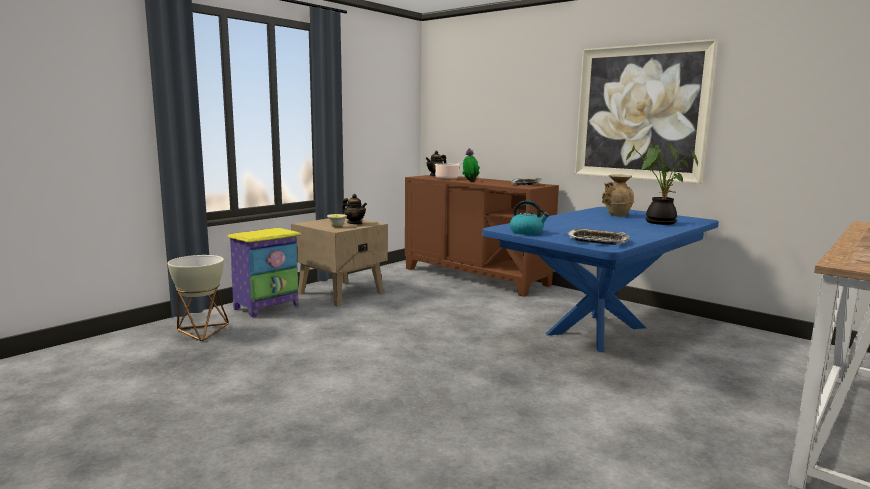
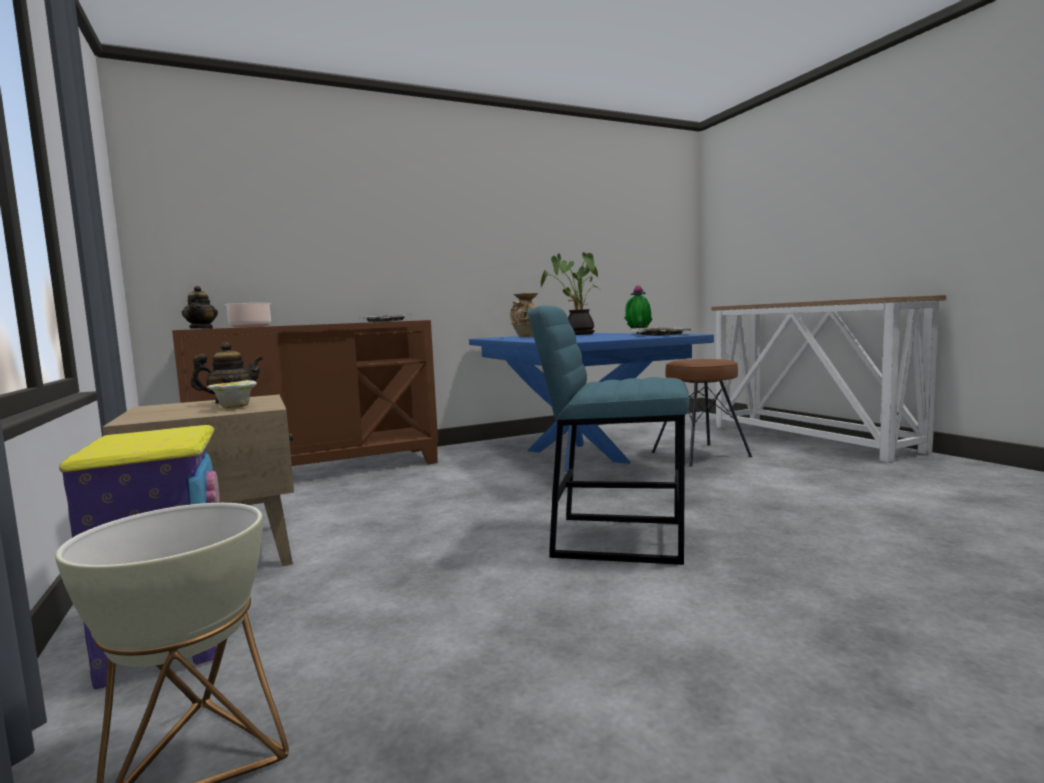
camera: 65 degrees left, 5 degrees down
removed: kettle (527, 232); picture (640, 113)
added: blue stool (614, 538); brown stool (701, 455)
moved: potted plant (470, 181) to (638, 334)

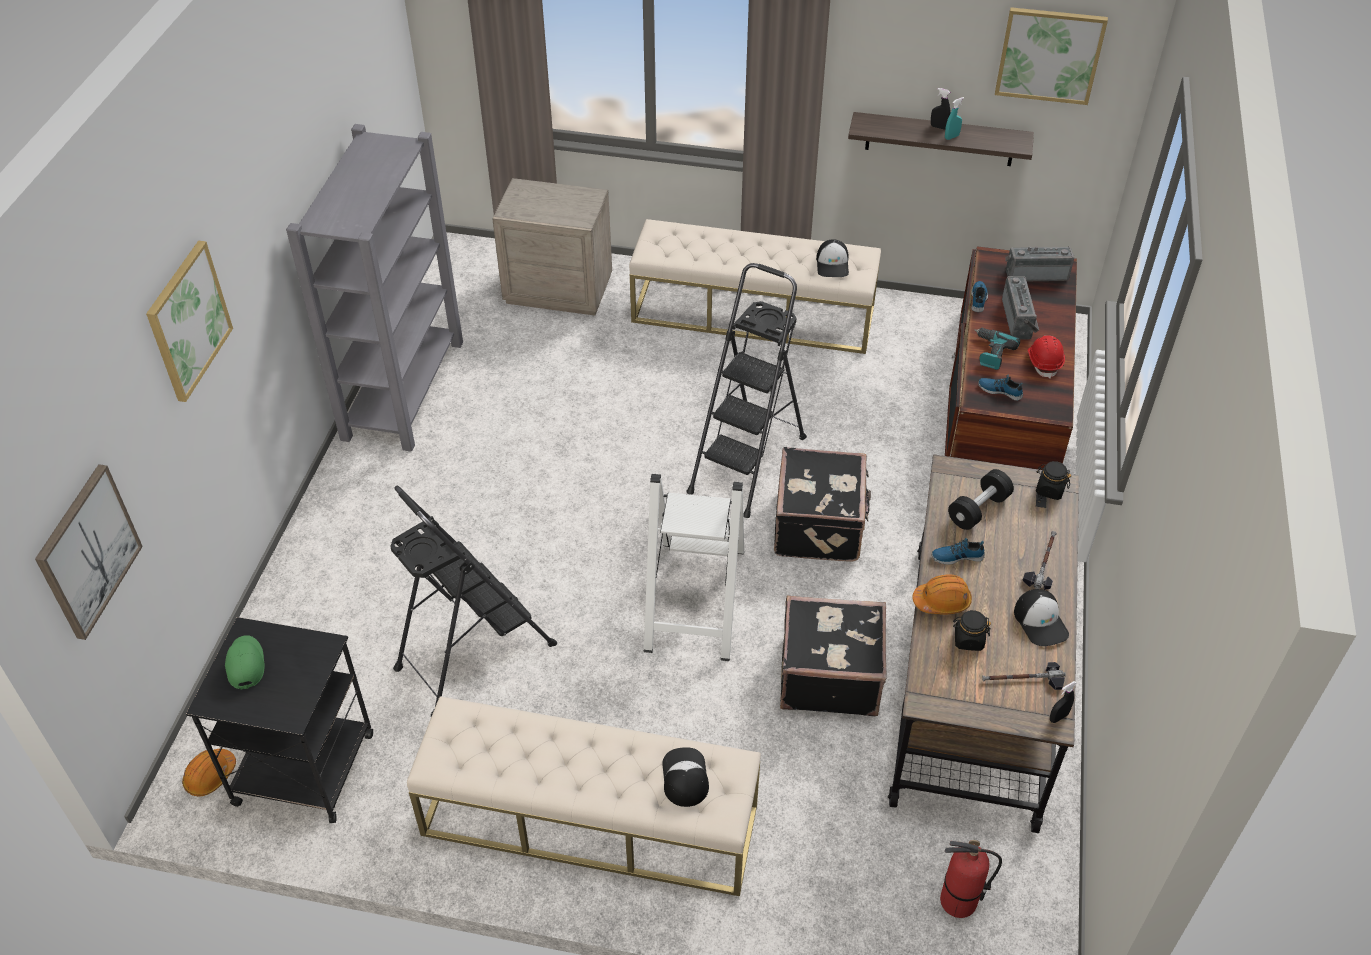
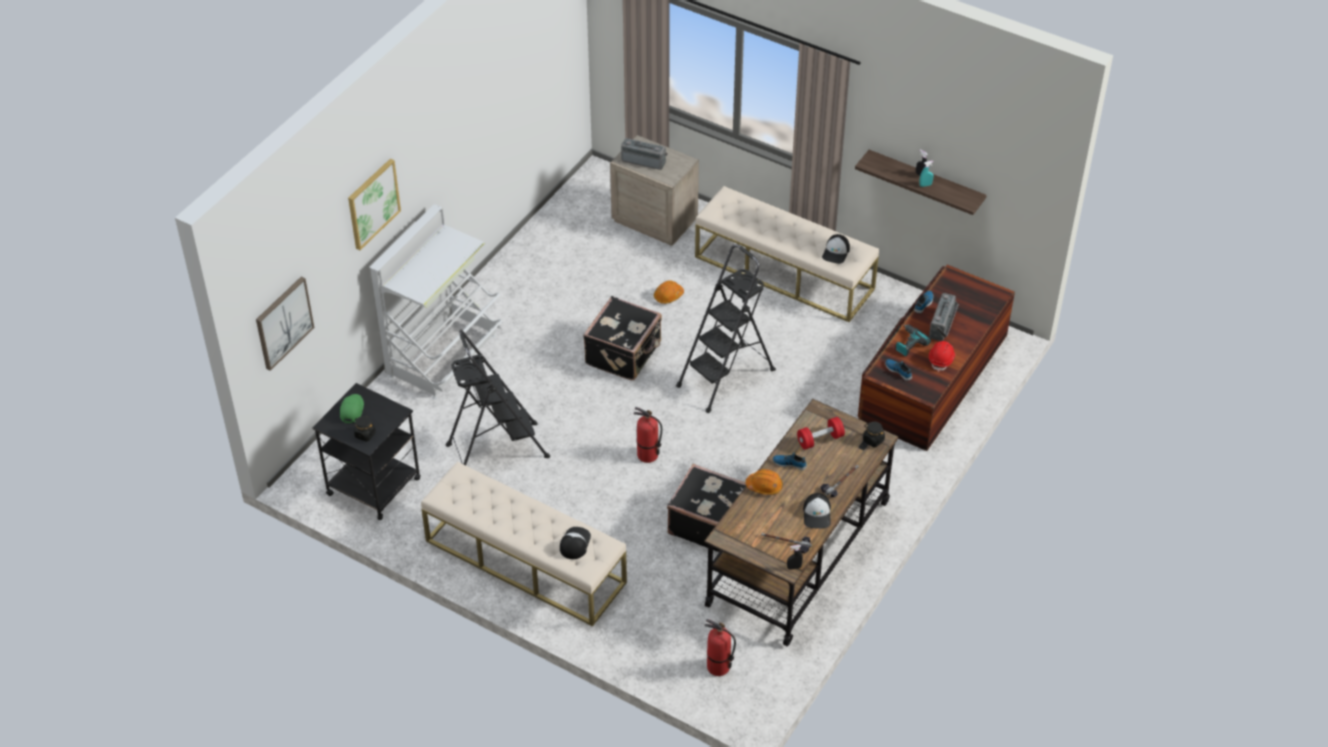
camera: 20 degrees right, 0 degrees up
removed: grey bookcase (403, 389); picture (1049, 55)
added: white shoe rack (446, 357)
moved: orange hard hat (210, 776) to (668, 296); black suitcase (820, 526) to (624, 354); black jar (968, 640) to (365, 434); radio (1036, 273) to (644, 160)
replaced: white step ladder (694, 601) to fire extinguisher (647, 455)
recoloured: black dumbbell (978, 509) to red dumbbell (820, 440)

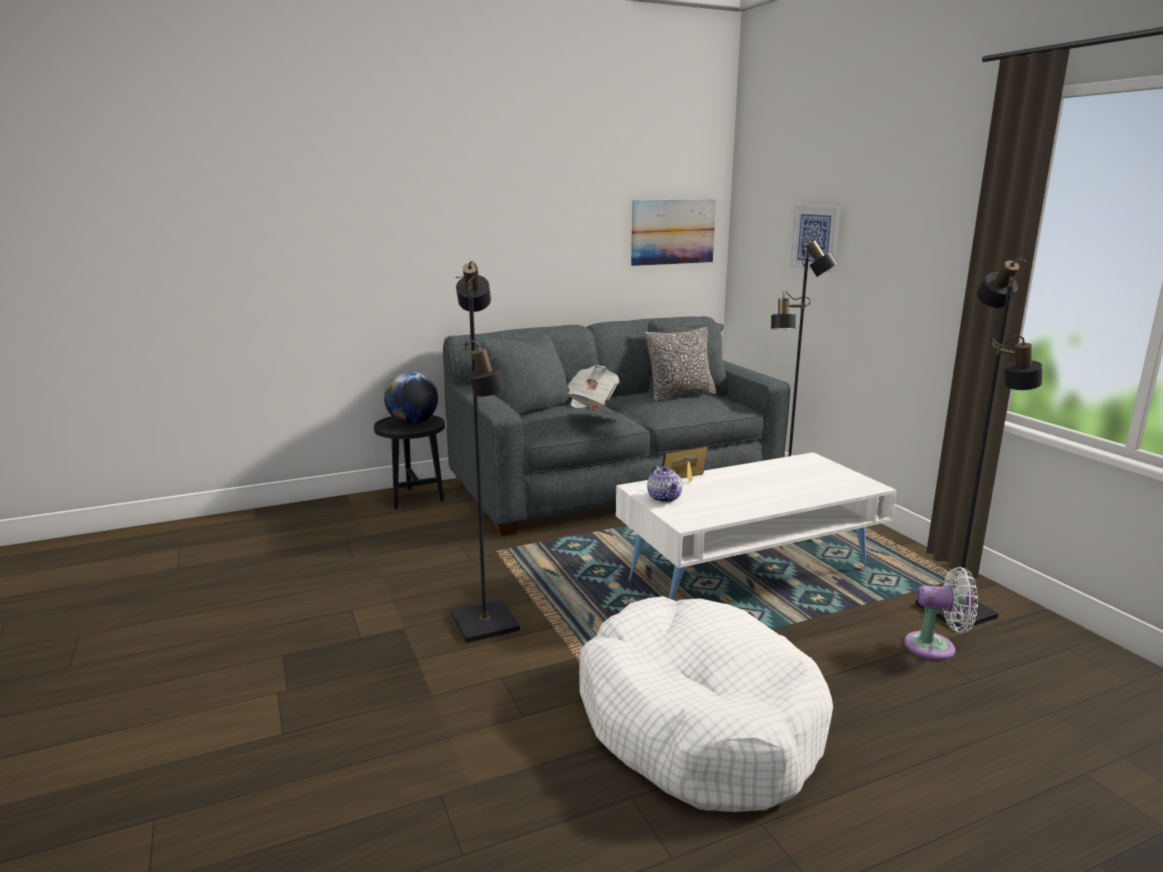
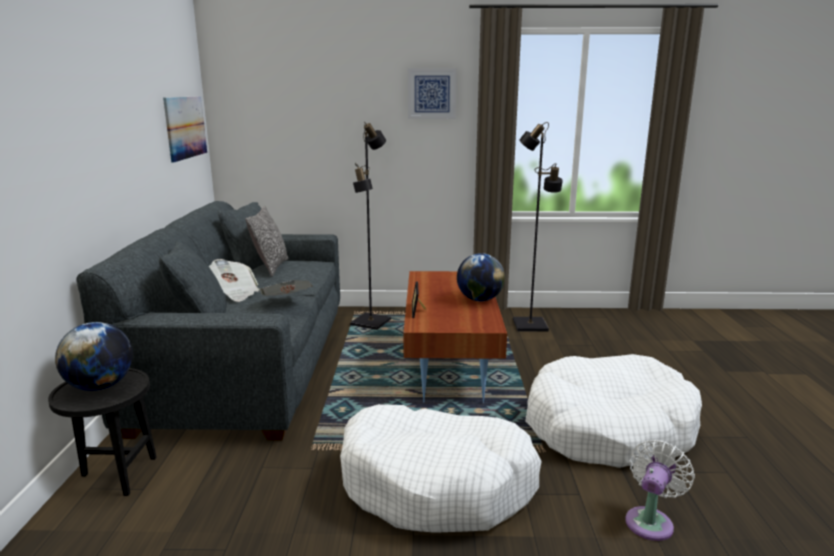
camera: 65 degrees left, 0 degrees up
removed: teapot (664, 498)
added: globe (479, 300)
moved: picture (816, 237) to (431, 93); white fan (935, 647) to (650, 521)
replaced: black floor lamp (484, 623) to white dog bed (437, 484)
recoloured: white coffee table (748, 575) to brown coffee table (449, 361)

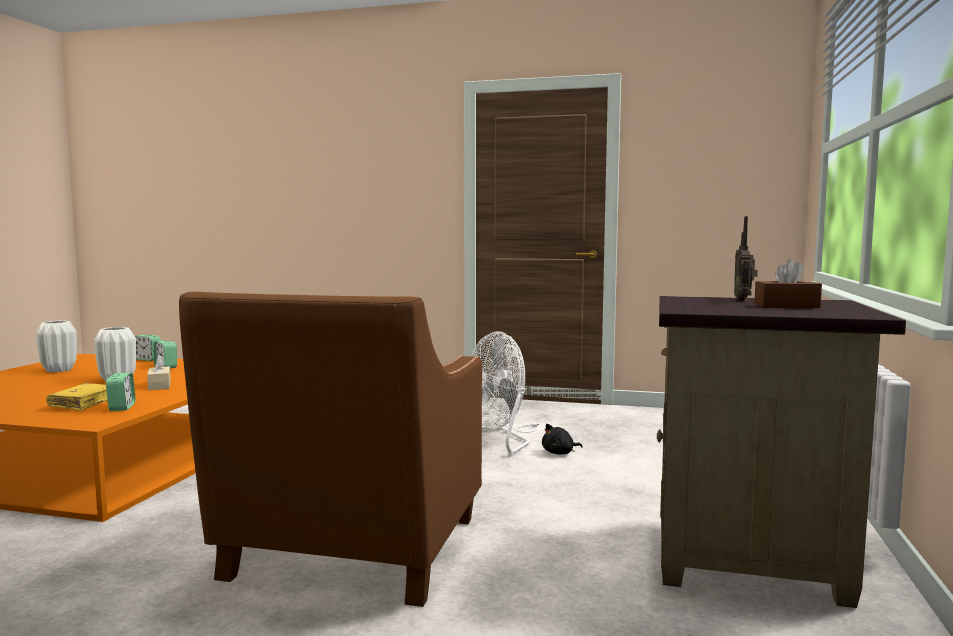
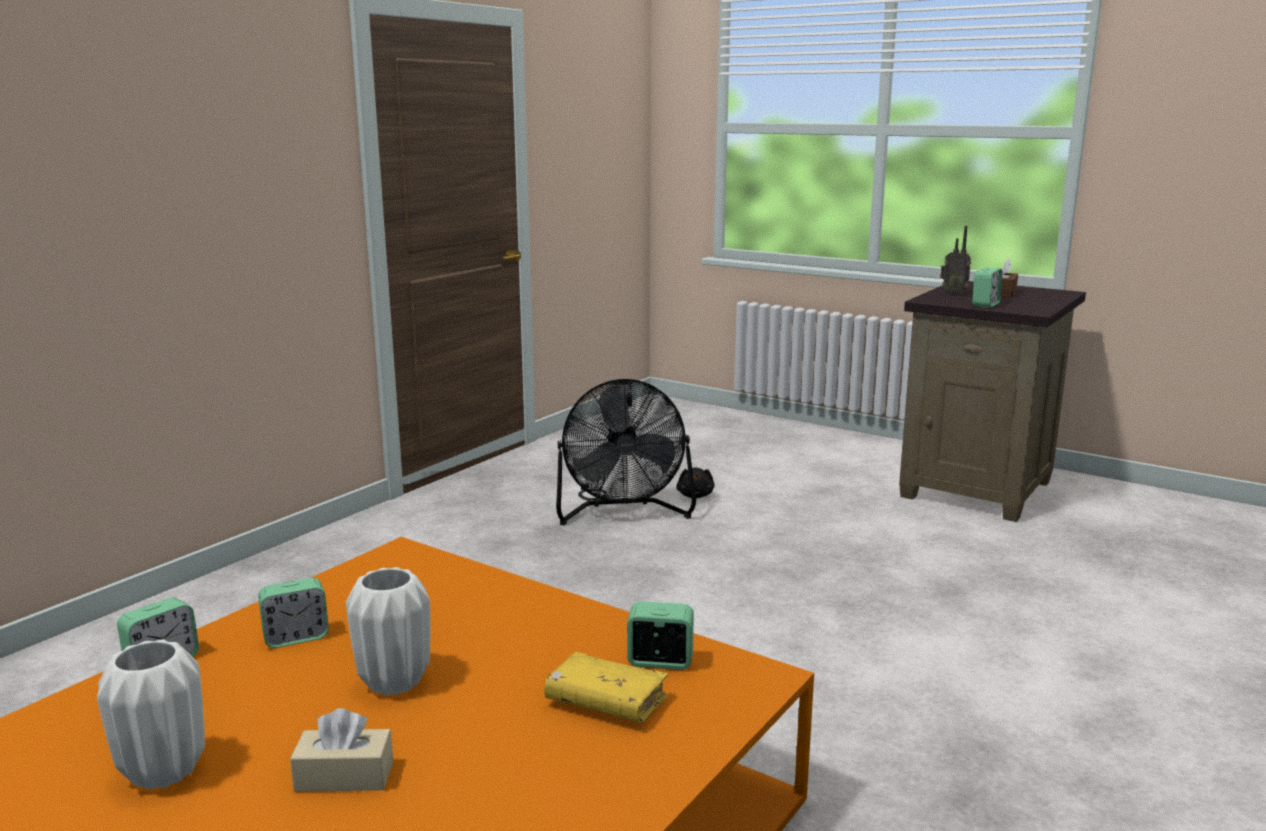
camera: 70 degrees left, 10 degrees up
removed: brown armchair (354, 549)
added: alarm clock (985, 305)
moved: beige tissue box (159, 385) to (344, 776)
recoloured: white fan (501, 438) to black fan (618, 511)

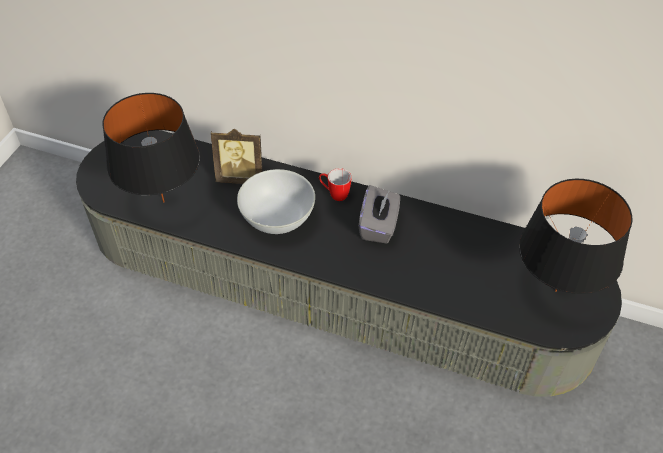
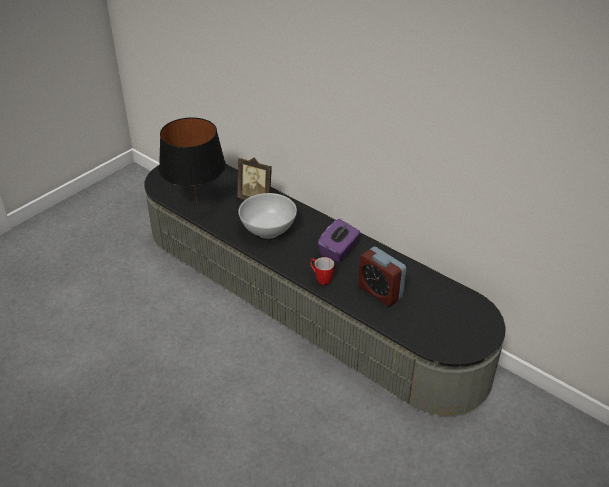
camera: 20 degrees right, 10 degrees down
removed: black table lamp (555, 291)
added: alarm clock (380, 292)
moved: mug (334, 194) to (320, 279)
recoloured: grey tissue box (378, 226) to purple tissue box (338, 251)

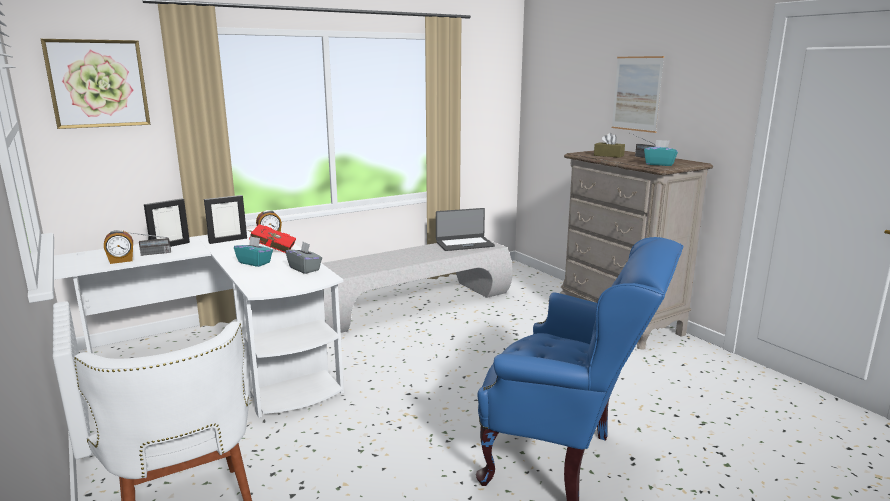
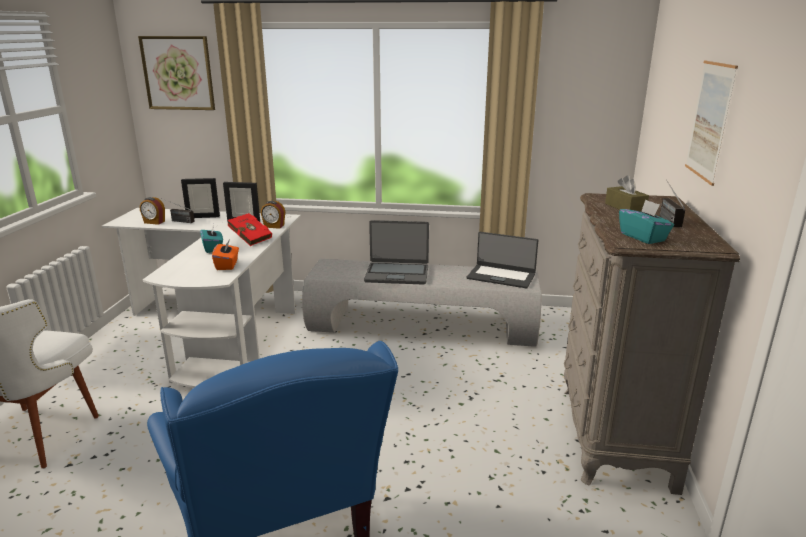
camera: 40 degrees right, 5 degrees up
added: laptop (397, 274)
recoloured: grey tissue box (305, 269) to orange tissue box (227, 265)

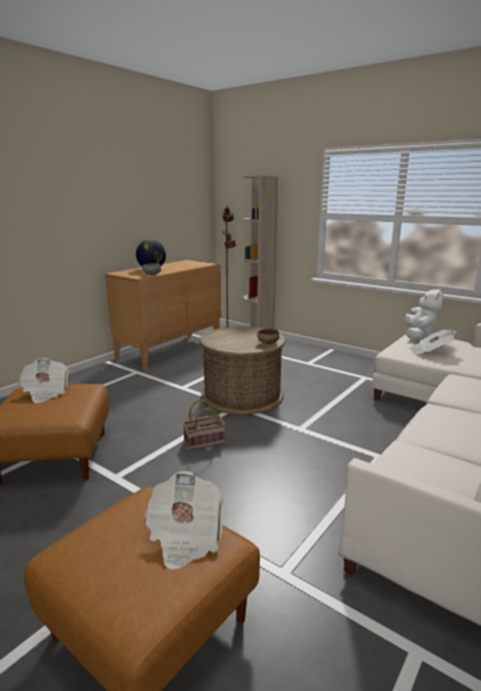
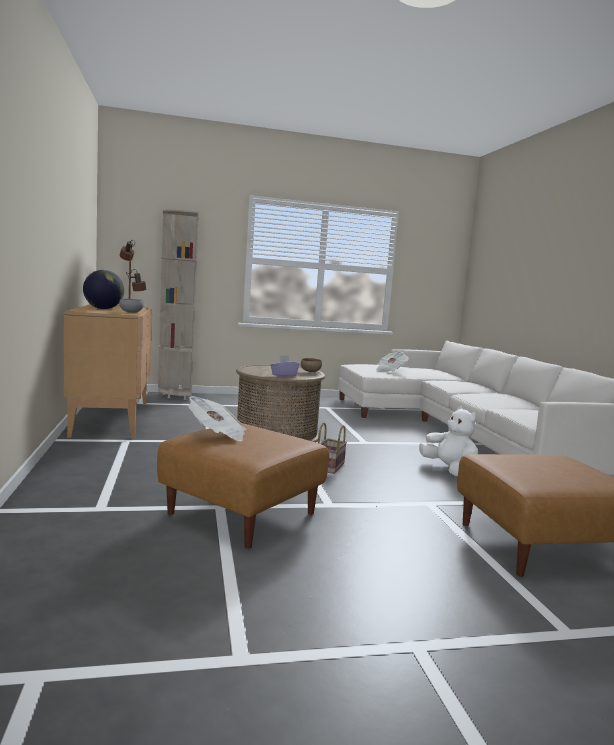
camera: 50 degrees left, 10 degrees down
removed: newspaper (185, 536)
added: purple tissue box (284, 375)
moved: white plush toy (419, 336) to (449, 470)

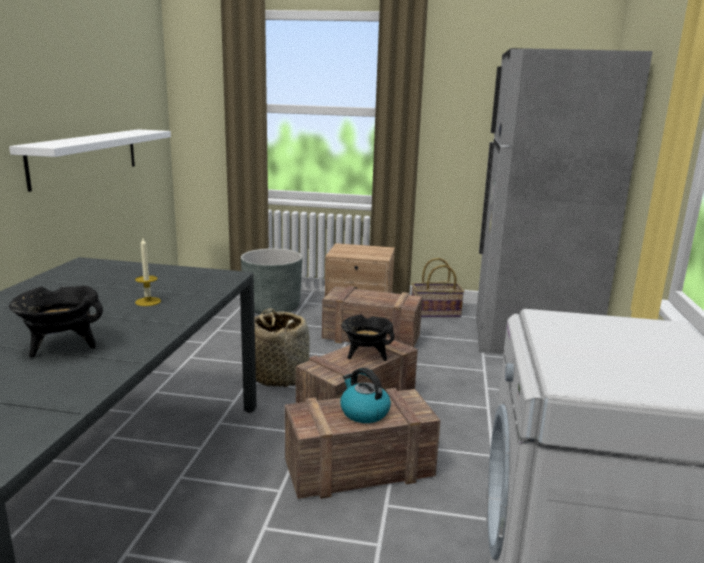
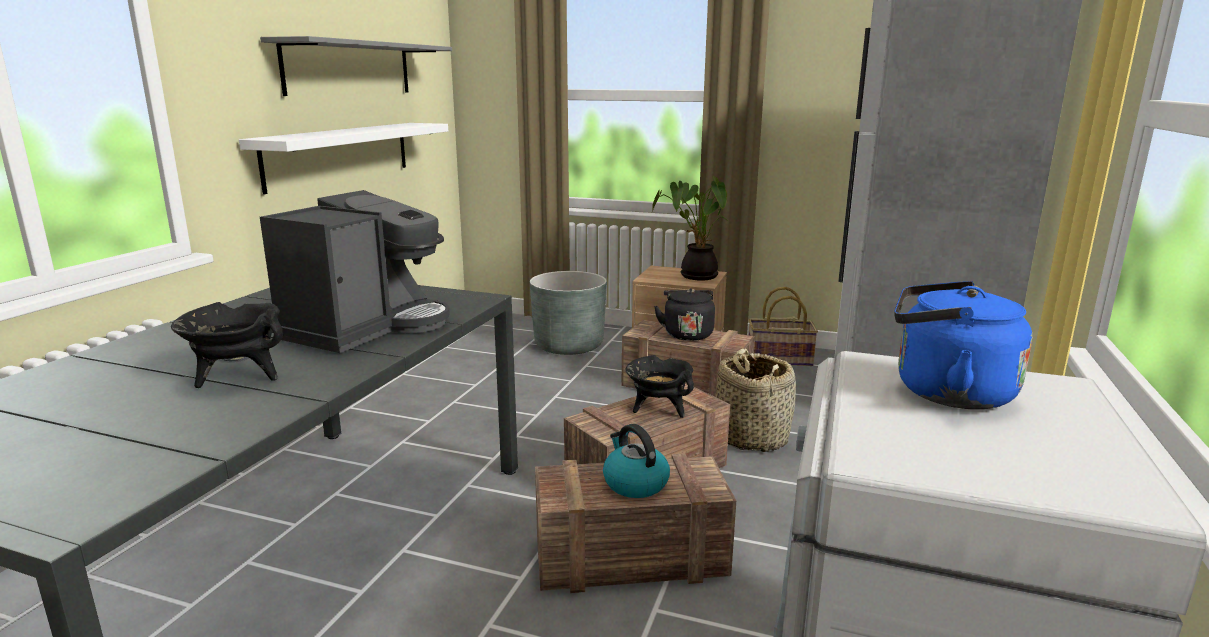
camera: 10 degrees right, 0 degrees up
added: grey shelf (349, 68); potted plant (695, 276); black kettle (687, 334); blue kettle (945, 392)
moved: basket (278, 376) to (750, 437)
replaced: candle (148, 301) to coffee machine (366, 327)

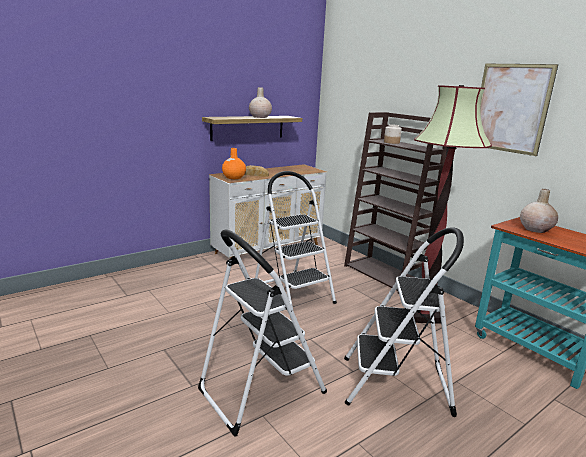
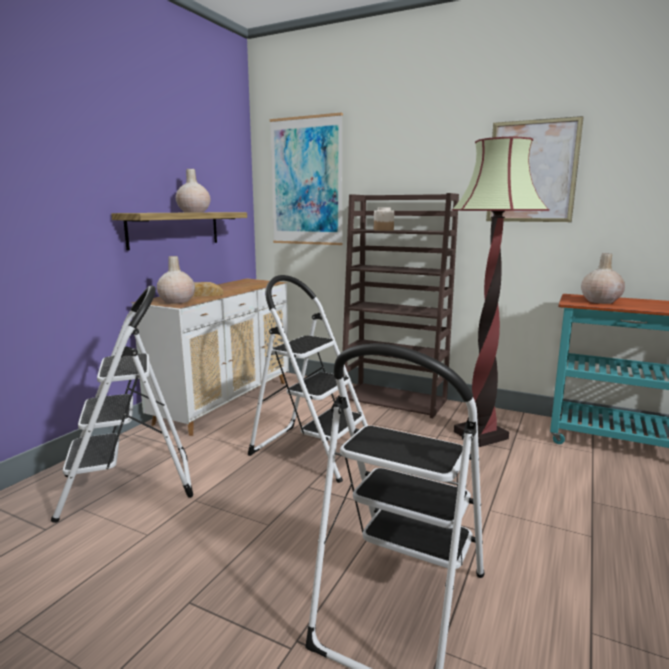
camera: 25 degrees left, 5 degrees down
added: picture (306, 182)
moved: step ladder (399, 386) to (131, 486)
recoloured: orange vase (233, 177) to beige vase (176, 301)

